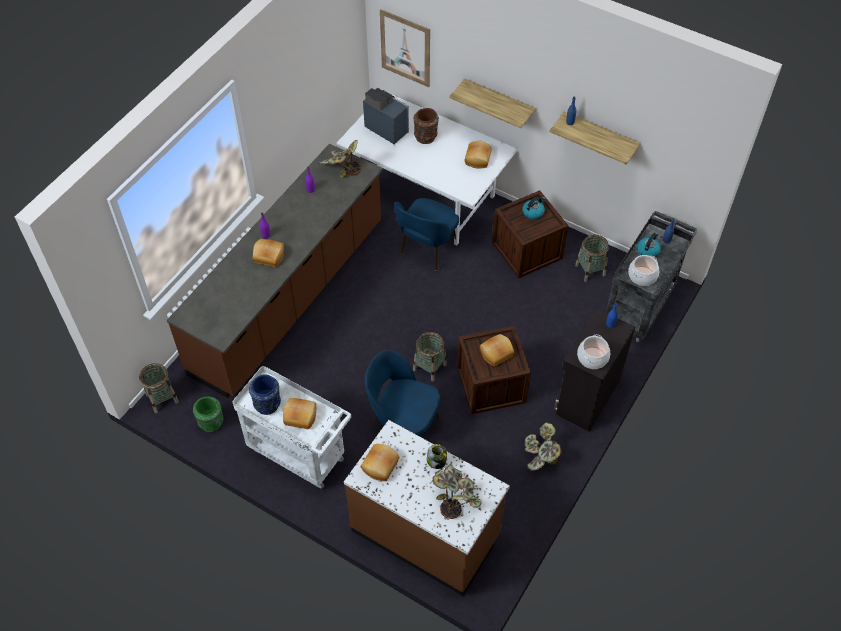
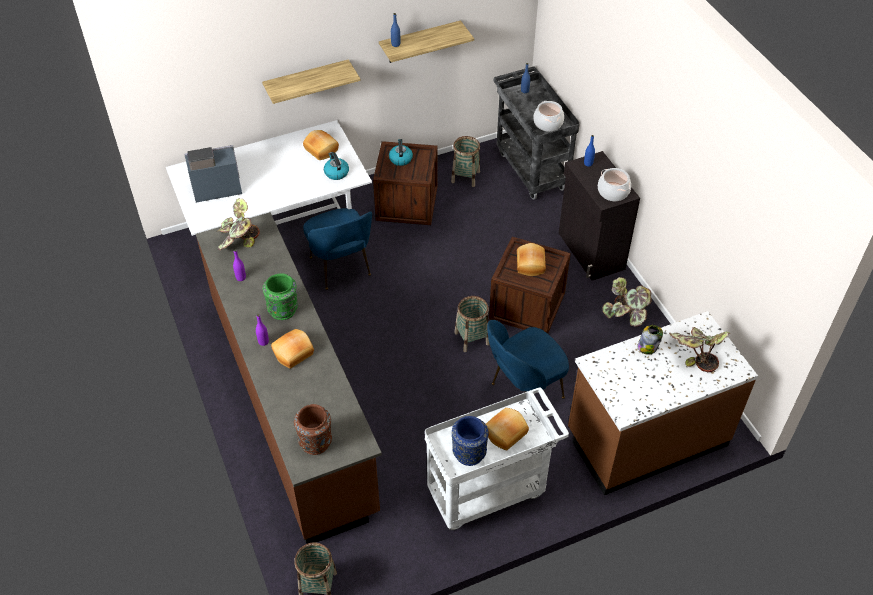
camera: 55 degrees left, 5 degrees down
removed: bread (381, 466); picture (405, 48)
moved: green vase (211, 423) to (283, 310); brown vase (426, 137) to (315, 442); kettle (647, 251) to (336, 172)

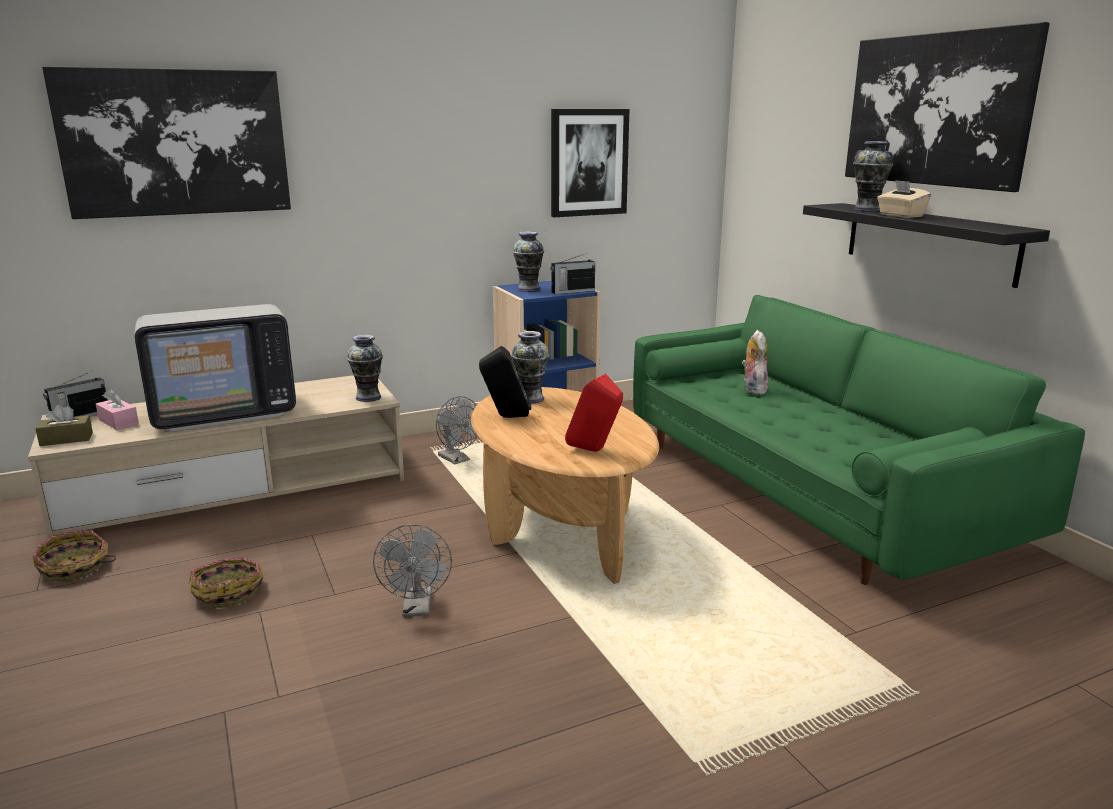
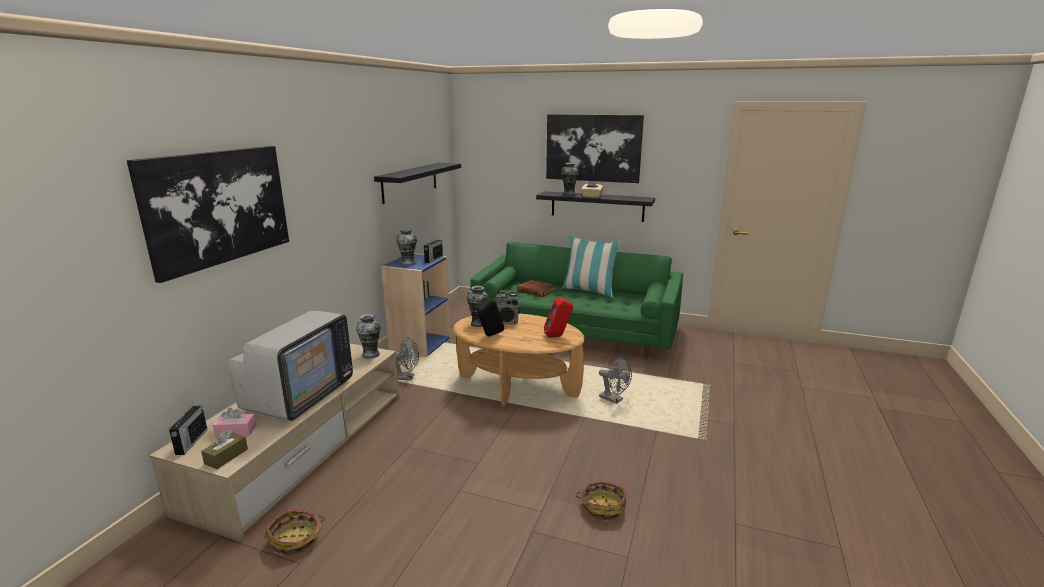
camera: 45 degrees left, 0 degrees up
added: radio (507, 322); pillow (589, 290)
moved: basket (229, 591) to (602, 506); grey fan (417, 609) to (614, 399)
replaced: picture (588, 162) to black shelf (410, 182); plush toy (752, 389) to book (537, 290)

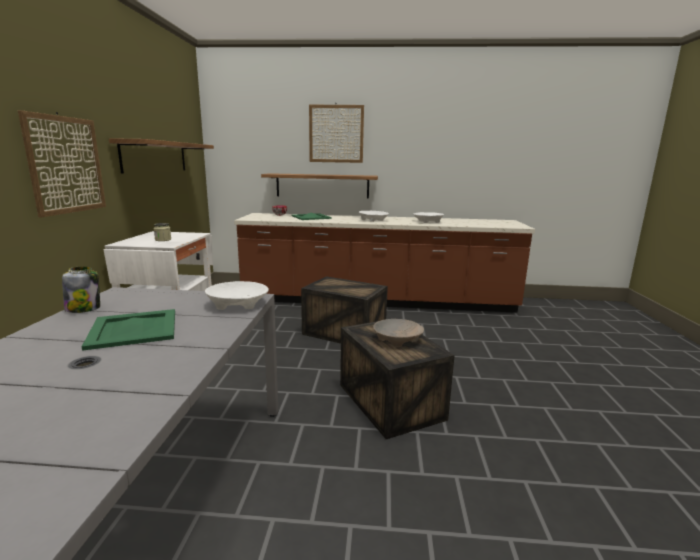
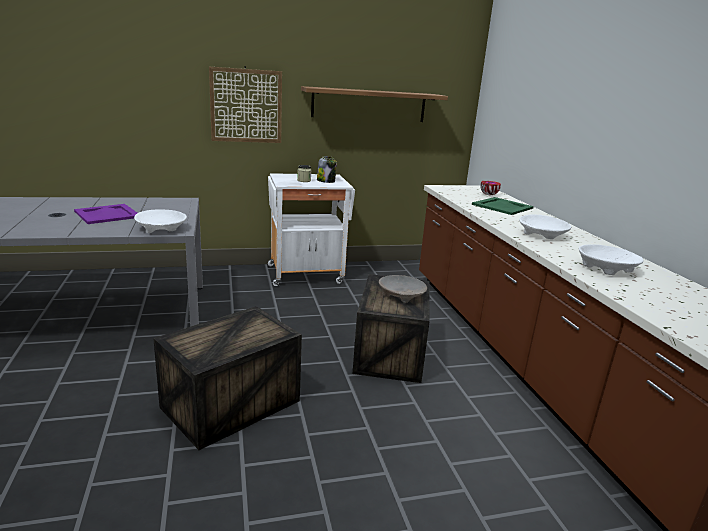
camera: 70 degrees right, 5 degrees up
removed: shelf (322, 186); picture (336, 133)
moved: jar (84, 308) to (326, 181); beige bowl (397, 339) to (401, 295)
recoloured: green tray (133, 329) to purple tray (106, 214)

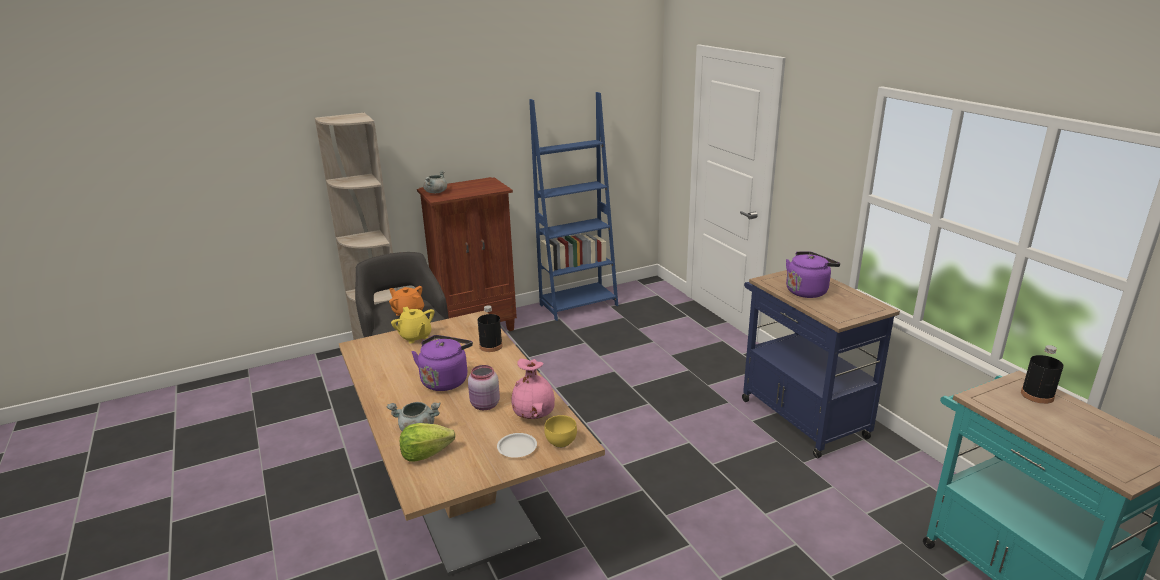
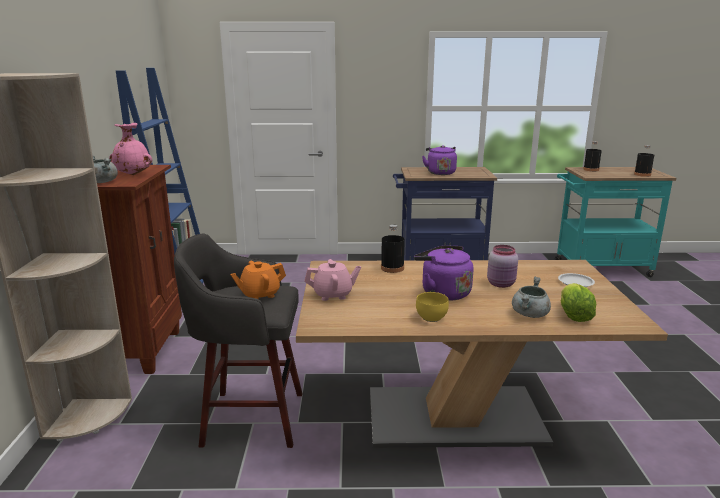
camera: 65 degrees left, 5 degrees down
added: black bottle (642, 174)
moved: pink vase (534, 415) to (133, 174); yellow bowl (561, 441) to (430, 318)
recoloured: yellow teapot (415, 337) to pink teapot (333, 295)

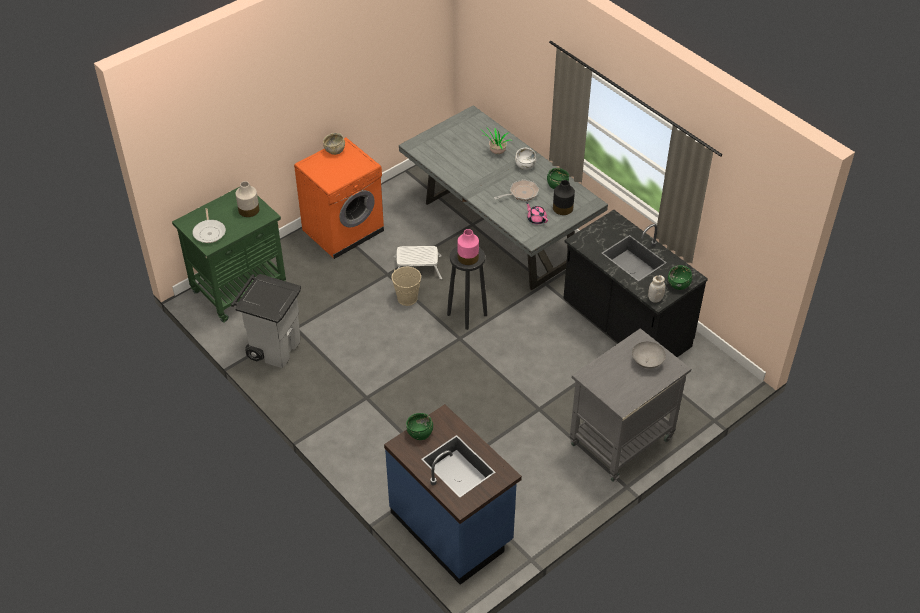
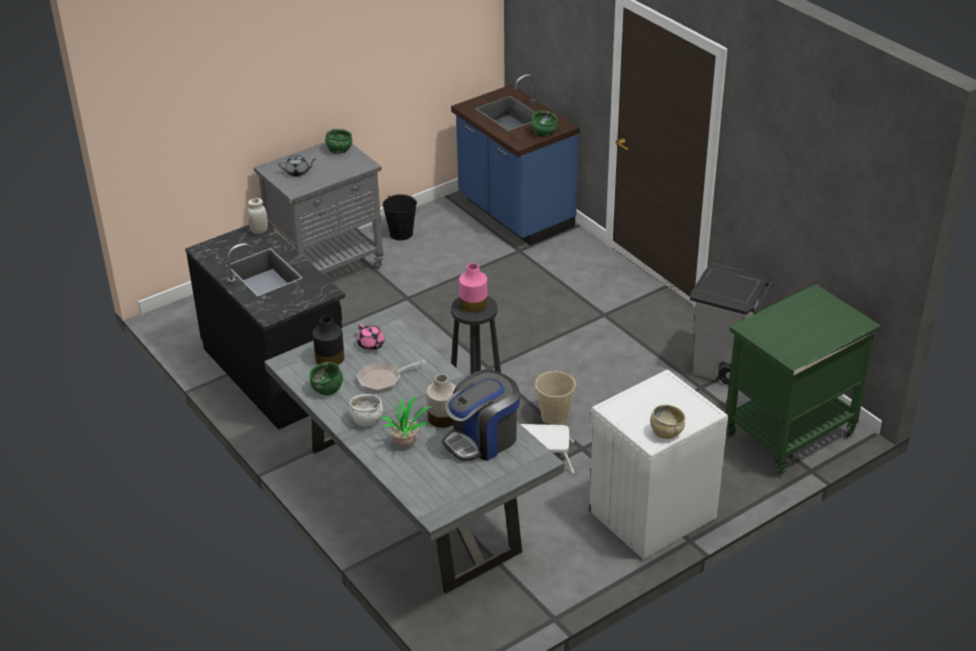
camera: 175 degrees left, 10 degrees down
removed: frying pan (209, 232)
added: black bucket (401, 234); coffee machine (482, 439)
moved: beige vase (249, 209) to (442, 417); green bowl (678, 284) to (339, 150)
replaced: grey bowl (647, 362) to grey teapot (297, 172)
recoloured: orange washing machine (344, 231) to white washing machine (650, 513)

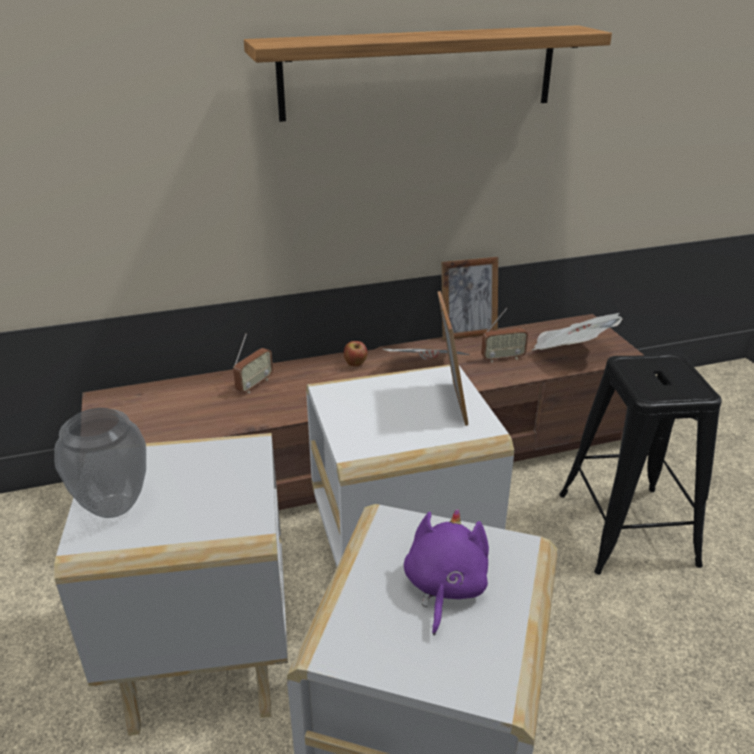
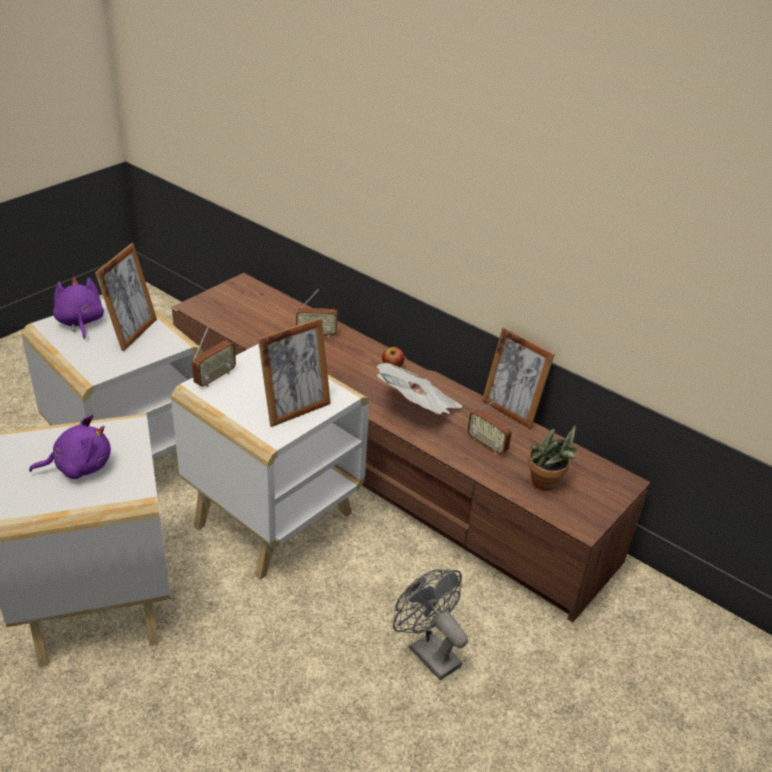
camera: 55 degrees right, 5 degrees up
removed: shelf (420, 72)
added: picture frame (132, 333); radio (215, 378)
replaced: vase (114, 507) to purple plush toy (80, 322); newspaper (570, 351) to potted plant (547, 485); black stool (626, 528) to grey fan (428, 652)

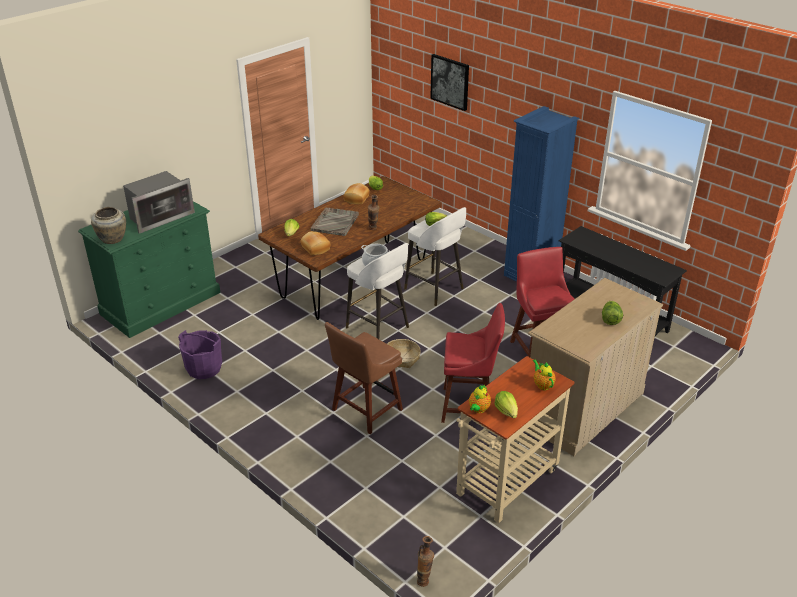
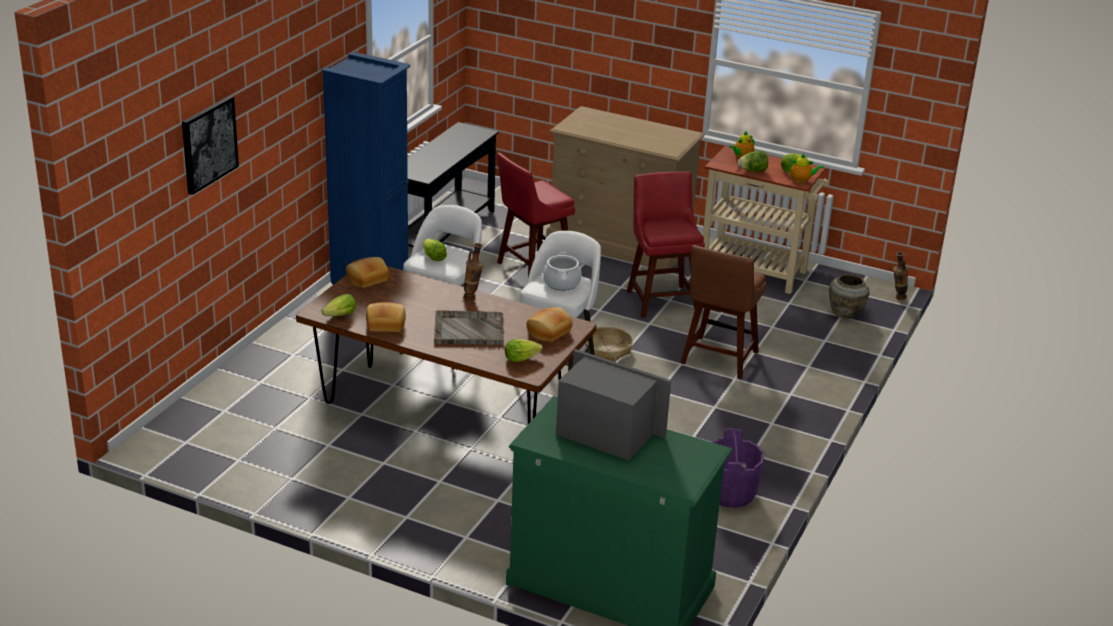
camera: 110 degrees left, 5 degrees down
added: bread (366, 279)
moved: beige vase (112, 239) to (846, 313); lettuce (610, 319) to (753, 171)
turned: brown chair (364, 411) = (717, 359) 90 degrees clockwise

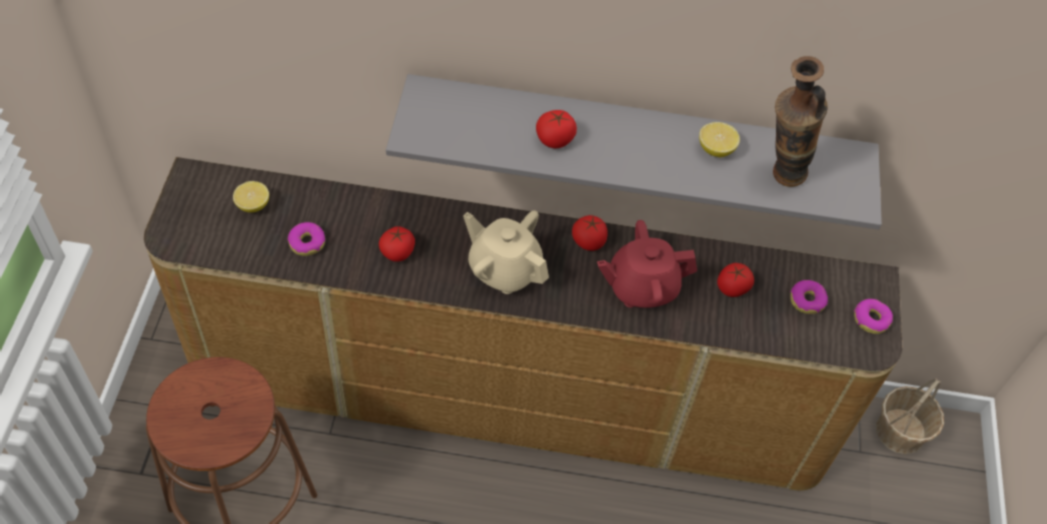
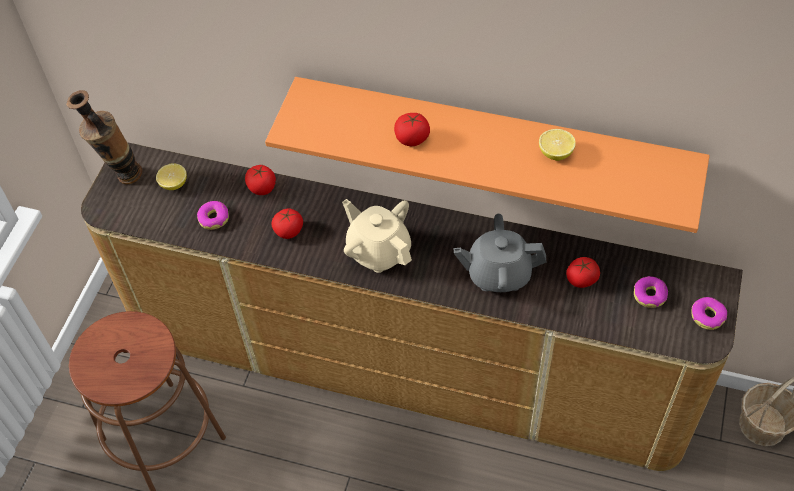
camera: 15 degrees right, 0 degrees up
moved: tomato (588, 241) to (262, 188); vase (778, 178) to (121, 177)
recoloured: grey shelf (634, 139) to orange shelf (493, 141); red teapot (641, 287) to grey teapot (498, 274)

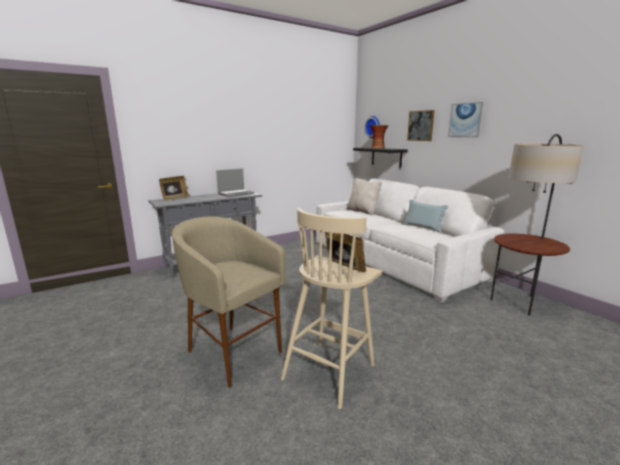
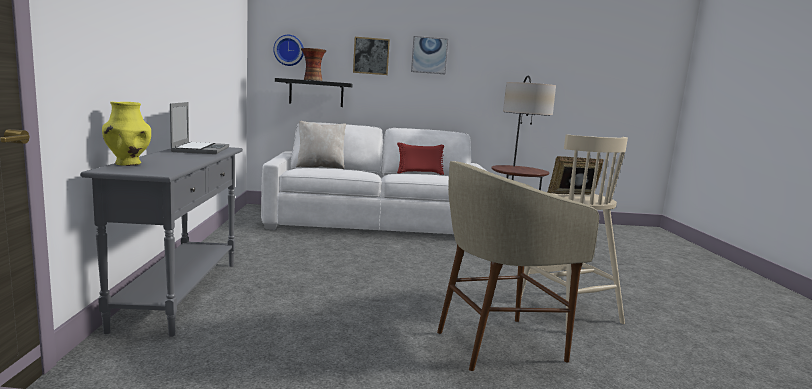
camera: 60 degrees left, 5 degrees down
replaced: picture frame (175, 198) to yellow vase (128, 164)
recoloured: blue pillow (423, 228) to red pillow (419, 173)

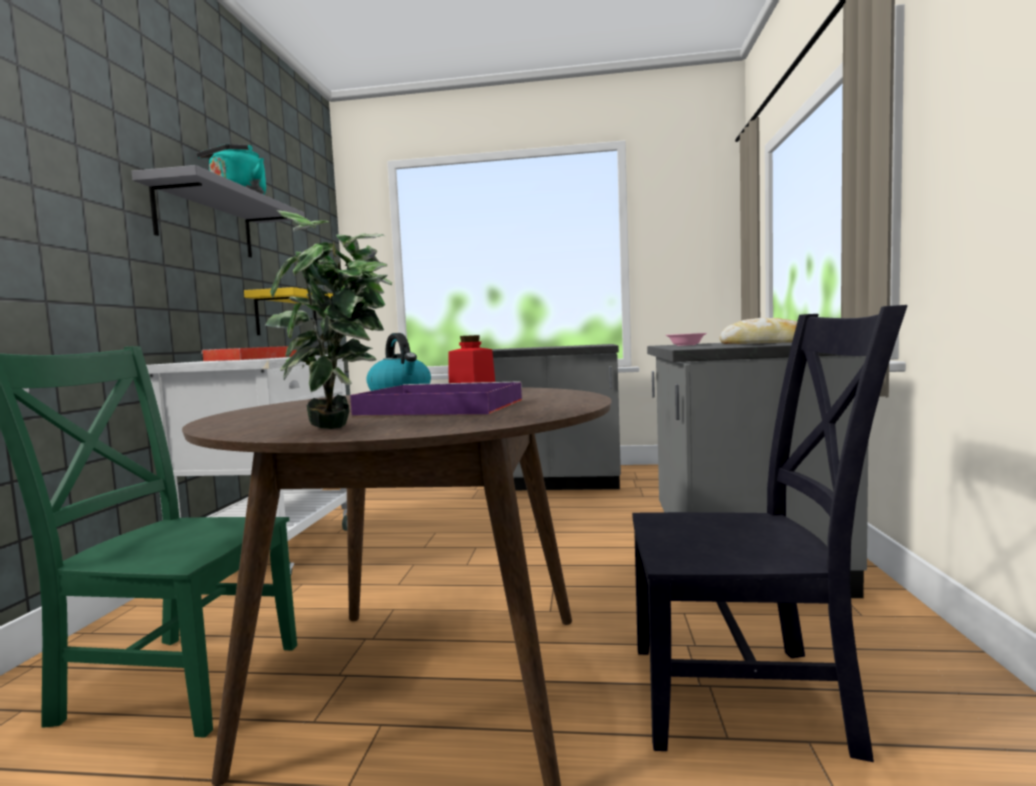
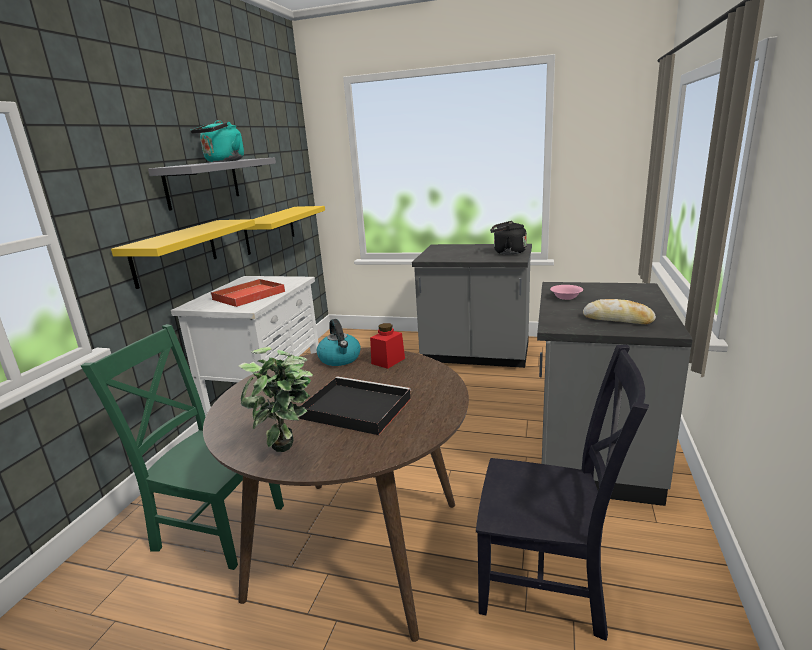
camera: 10 degrees right, 15 degrees up
added: yellow shelf (175, 252); black kettle (507, 252)
recoloured: purple tray (438, 407) to black tray (354, 408)

